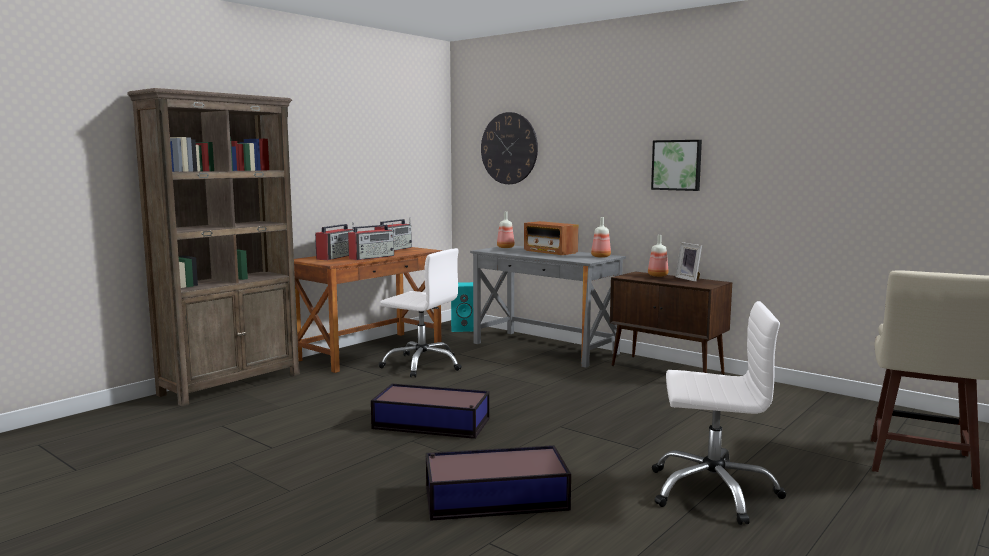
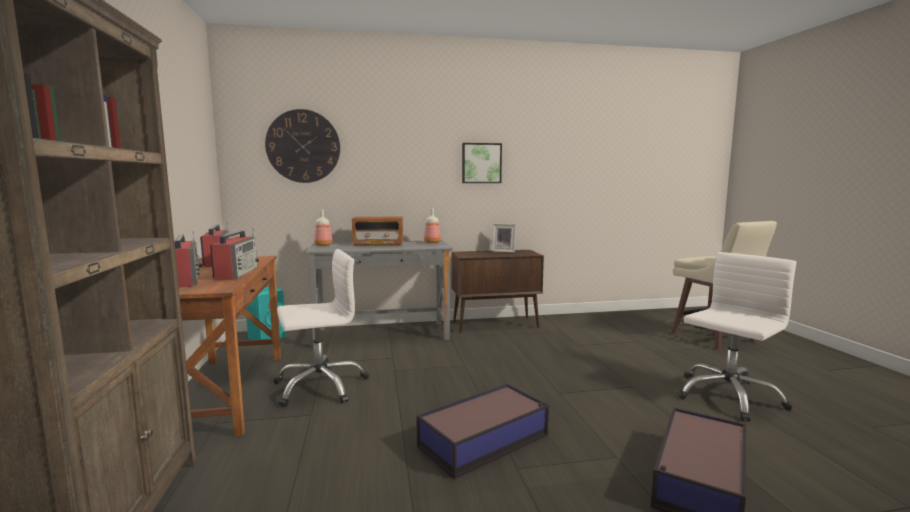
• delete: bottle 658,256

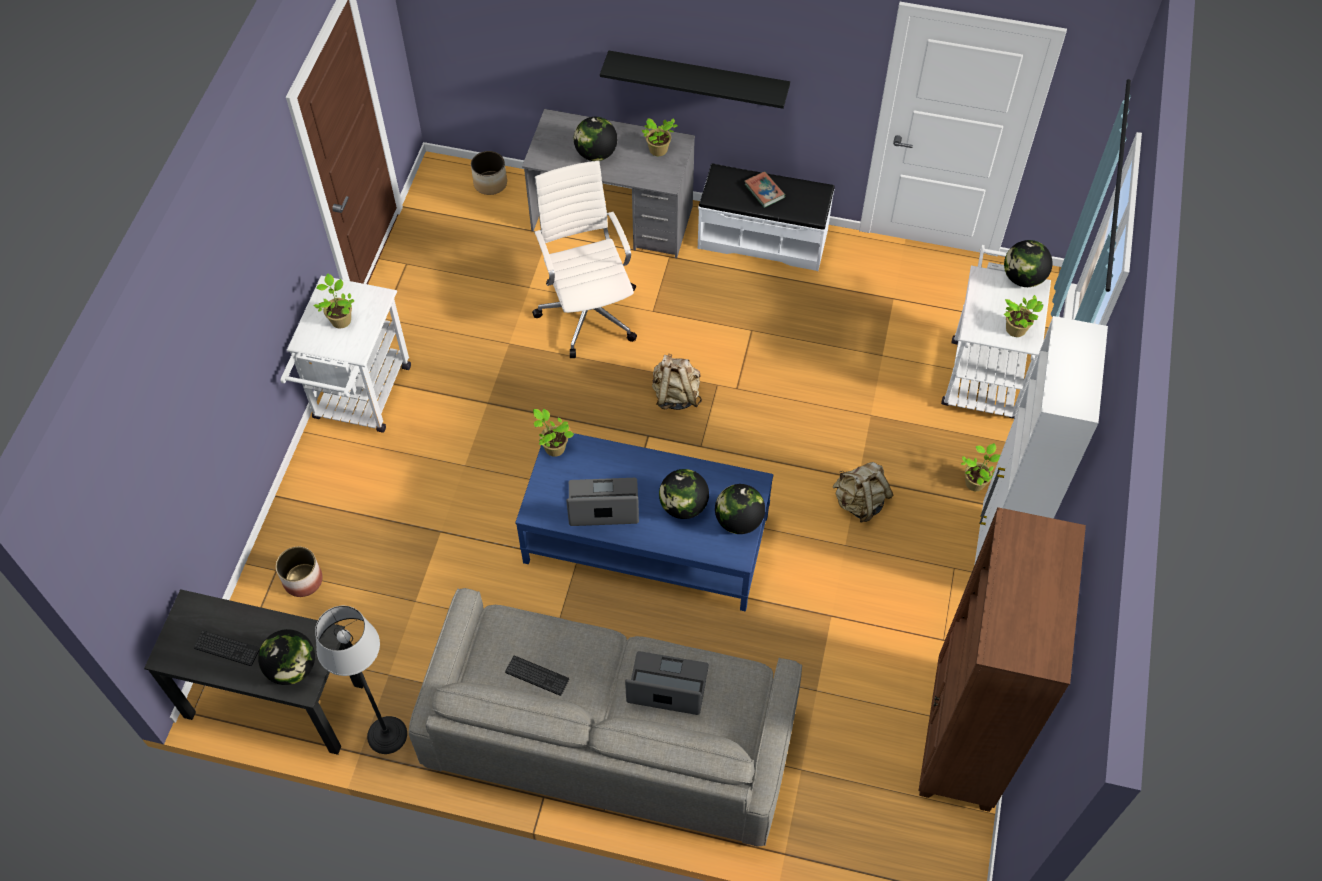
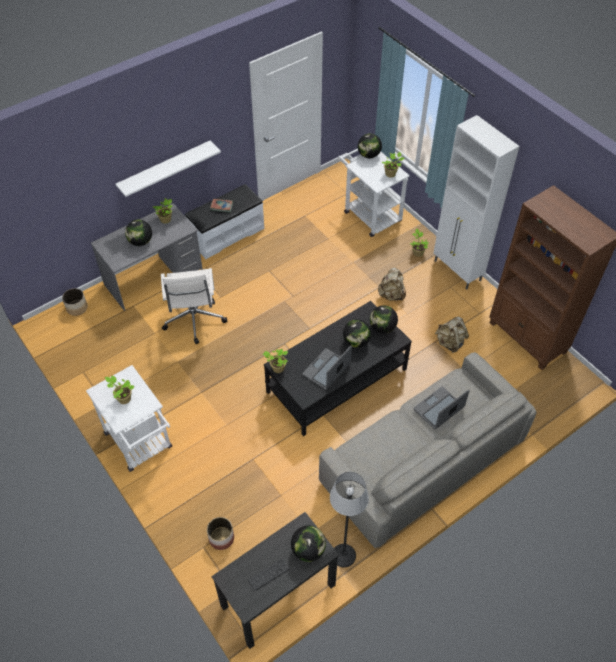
• recolor: shelf in black 695,80 to shelf in white 168,169
• rotate: office chair in white 584,259 = 194,306 120 degrees counterclockwise
• move: backpack in beige 677,382 to 452,335
• recolor: coffee table in blue 644,522 to coffee table in black 338,368
• delete: keyboard 537,675

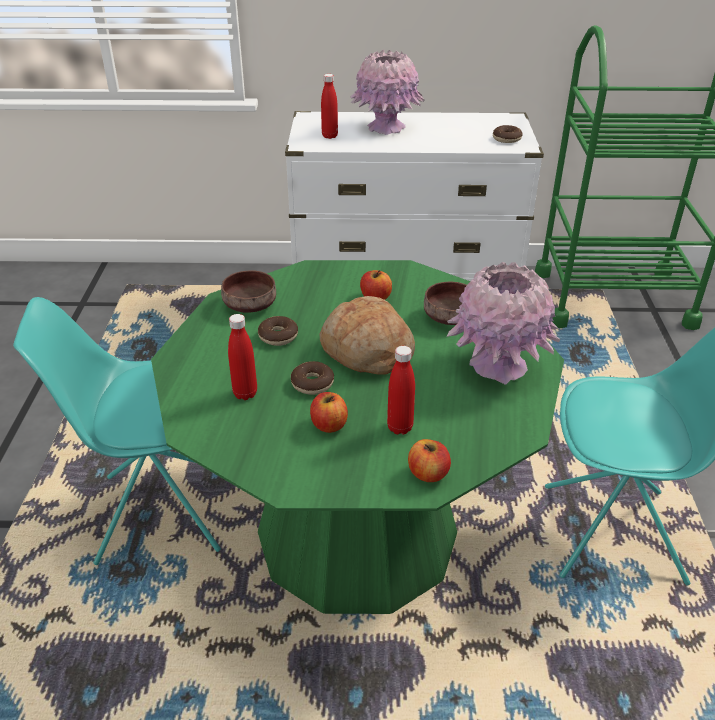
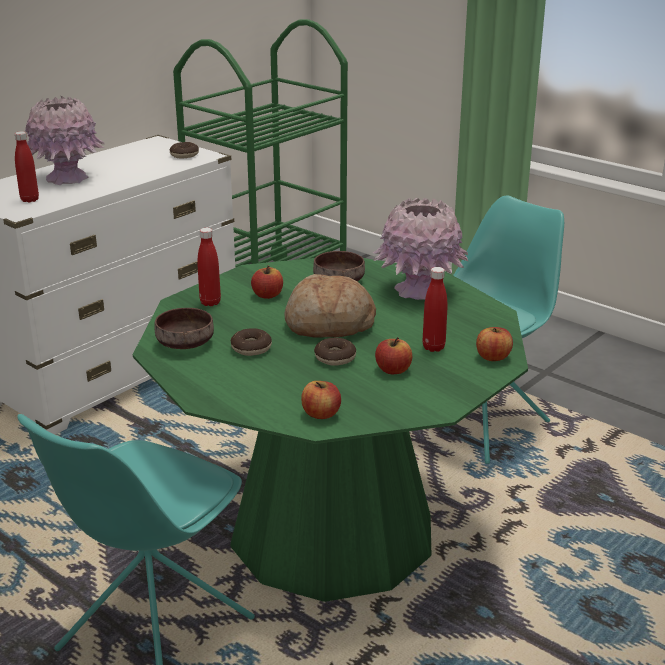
• move: bottle in red 242,357 to 209,267
• insert: apple 321,400

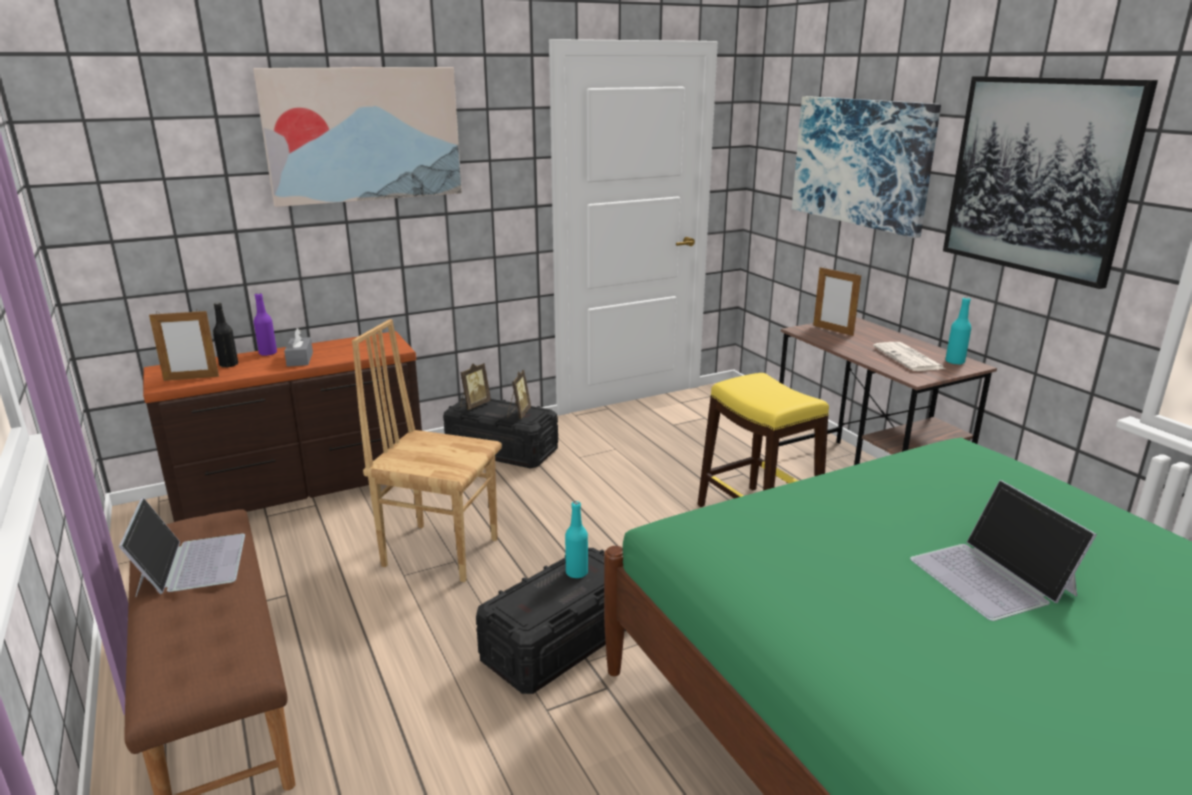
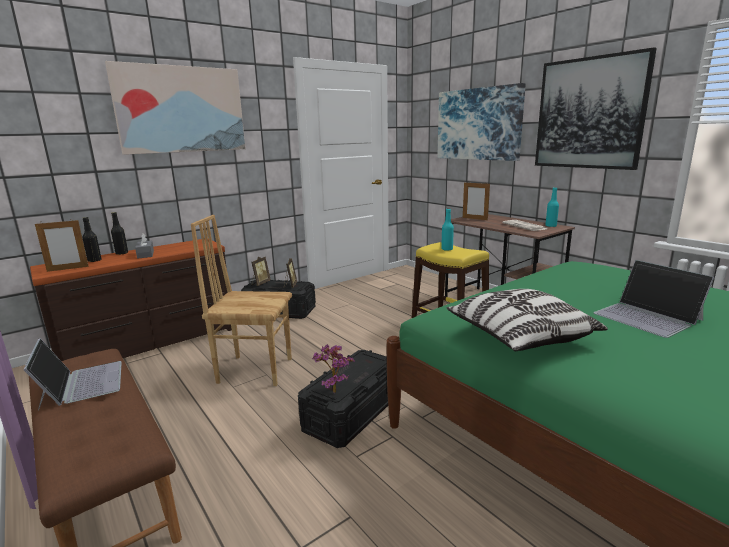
• recolor: bottle in purple 265,324 to bottle in black 119,233
• move: bottle in turquoise 576,539 to 447,229
• insert: pillow 527,320
• insert: potted plant 333,368

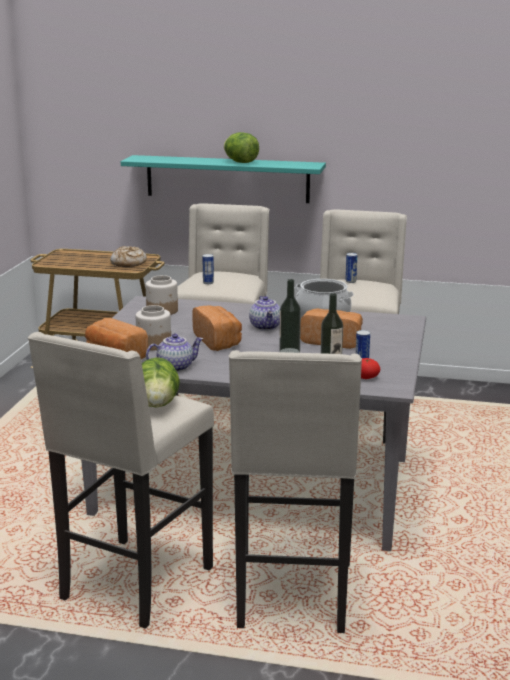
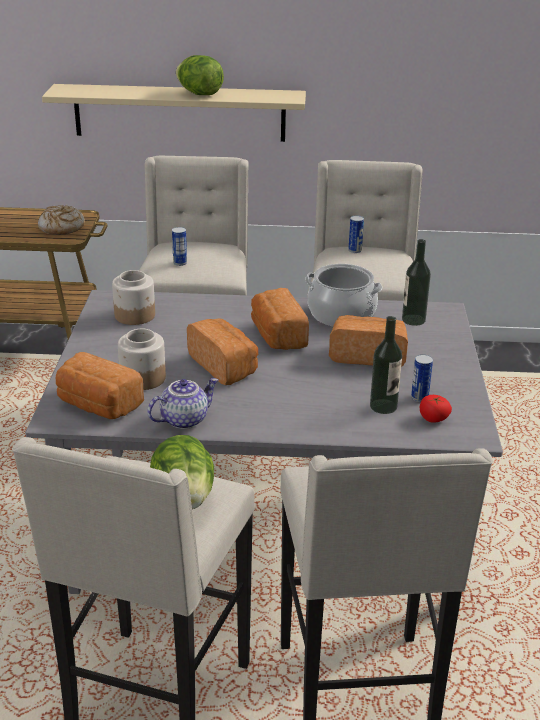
• recolor: shelf in turquoise 223,179 to shelf in beige 174,113
• move: bottle 290,316 to 416,282
• replace: teapot 264,313 to bread 280,319

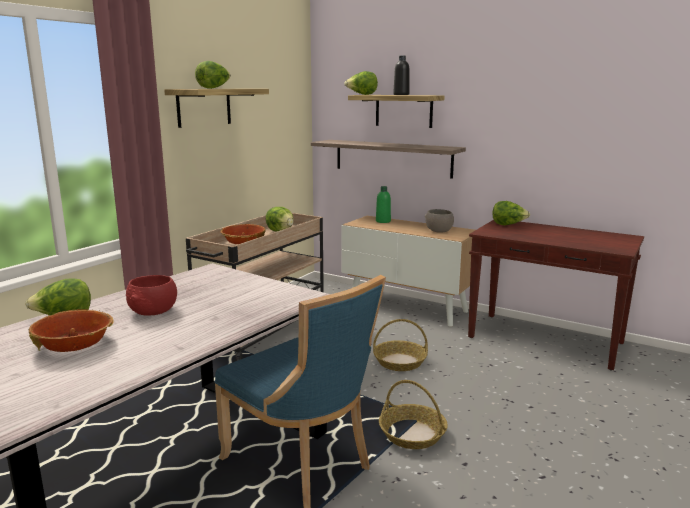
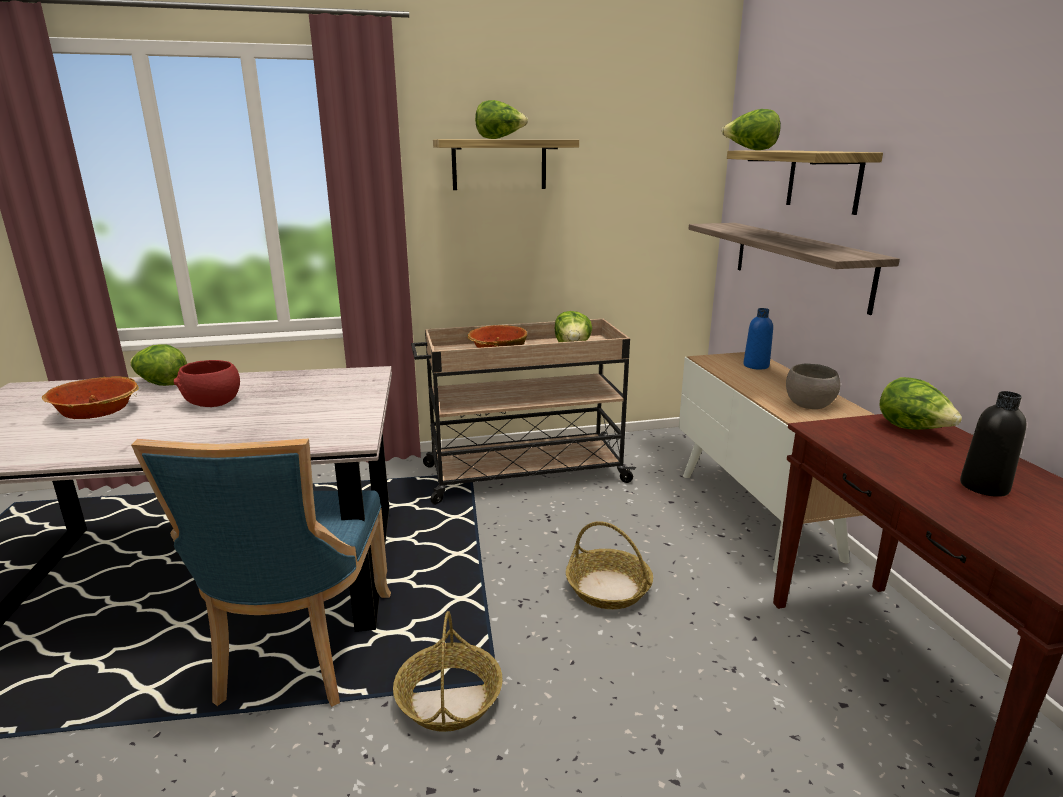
• move: bottle in black 401,75 to 993,444
• recolor: bottle in green 383,204 to bottle in blue 758,339

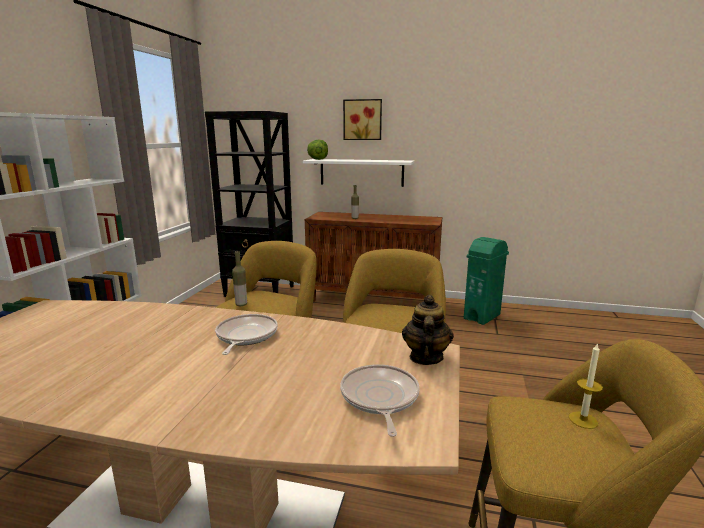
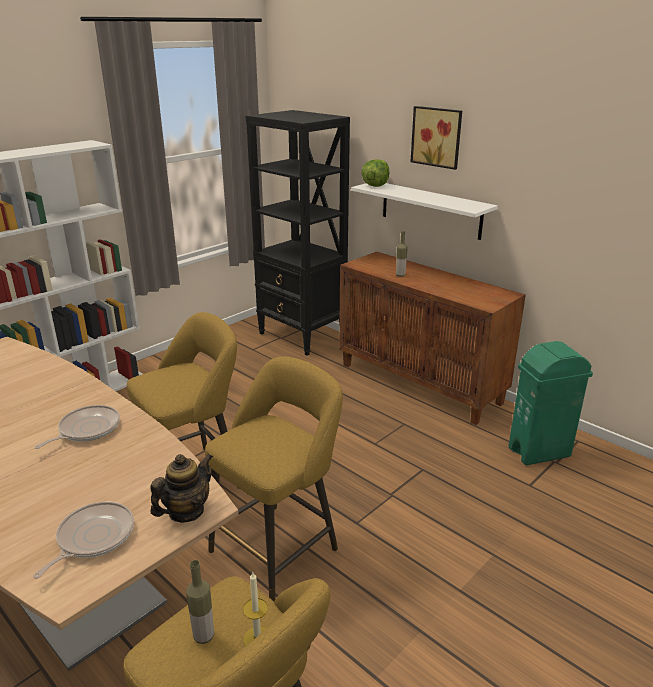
• move: bottle 239,278 to 200,602

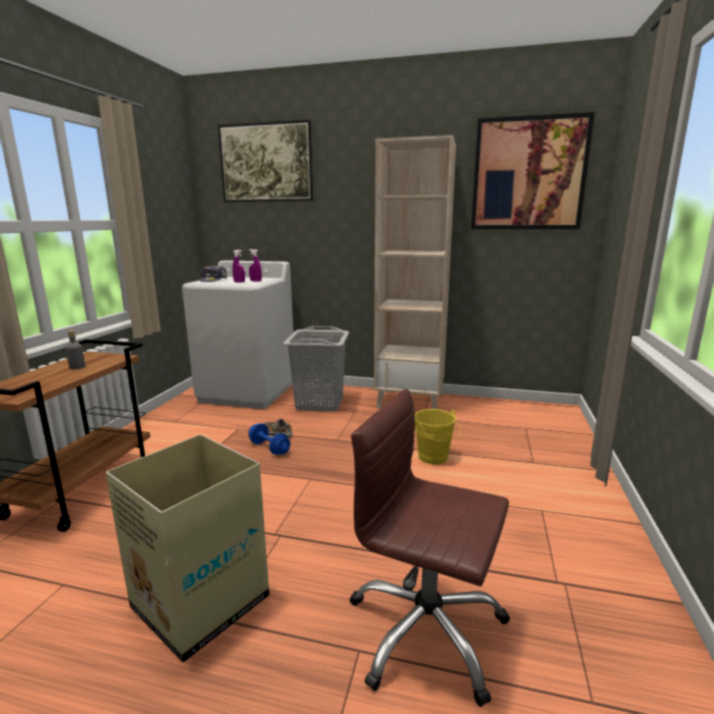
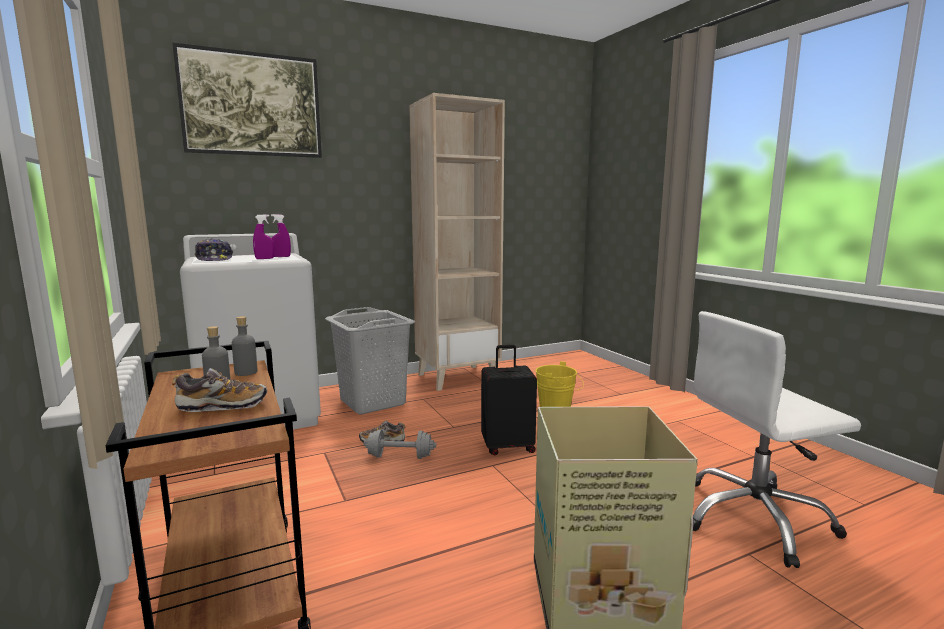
• delete: picture 533,170
• recolor: office chair in brown 430,548 to office chair in white 777,439
• recolor: dumbbell in blue 269,439 to dumbbell in grey 399,444
• insert: bottle in grey 245,346
• insert: suitcase in black 509,400
• insert: shoe 219,390

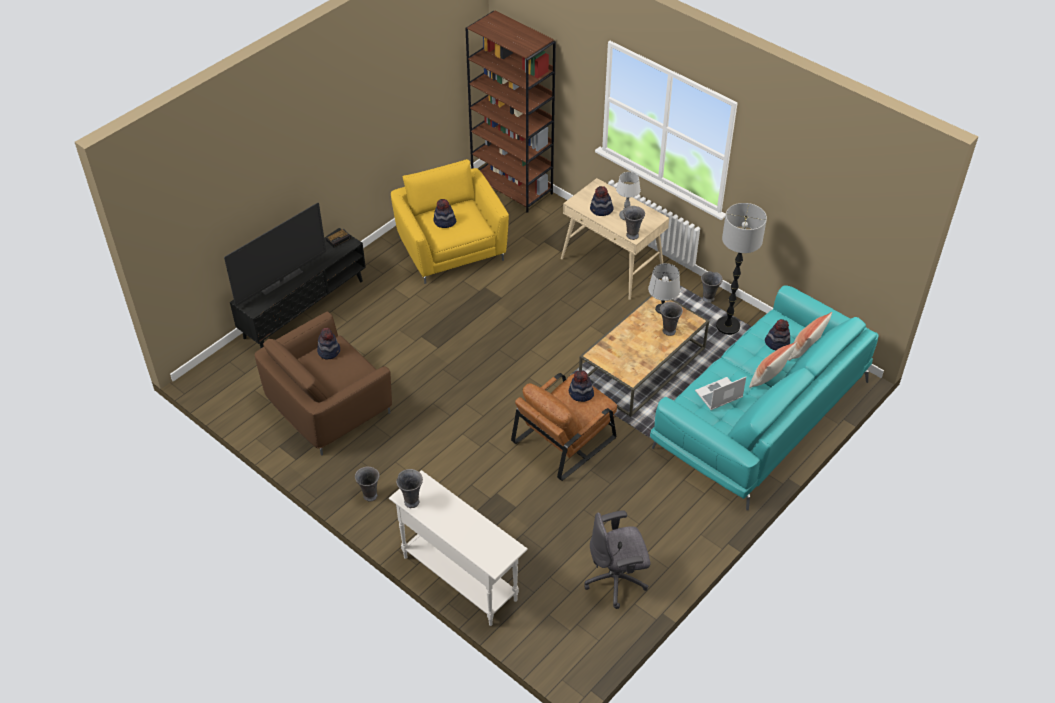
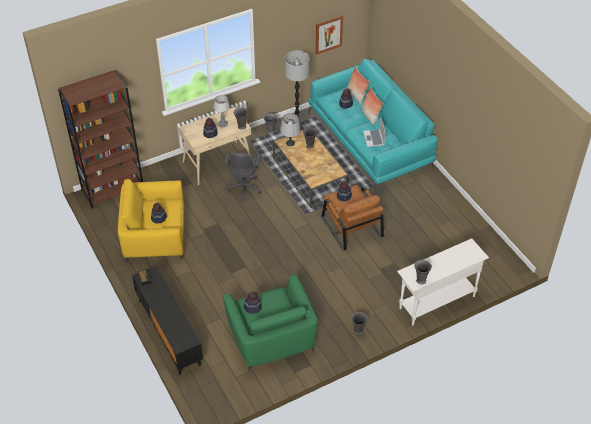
• delete: television 275,254
• recolor: armchair in brown 323,383 to armchair in green 270,322
• move: office chair in grey 617,559 to 242,177
• insert: picture 329,35

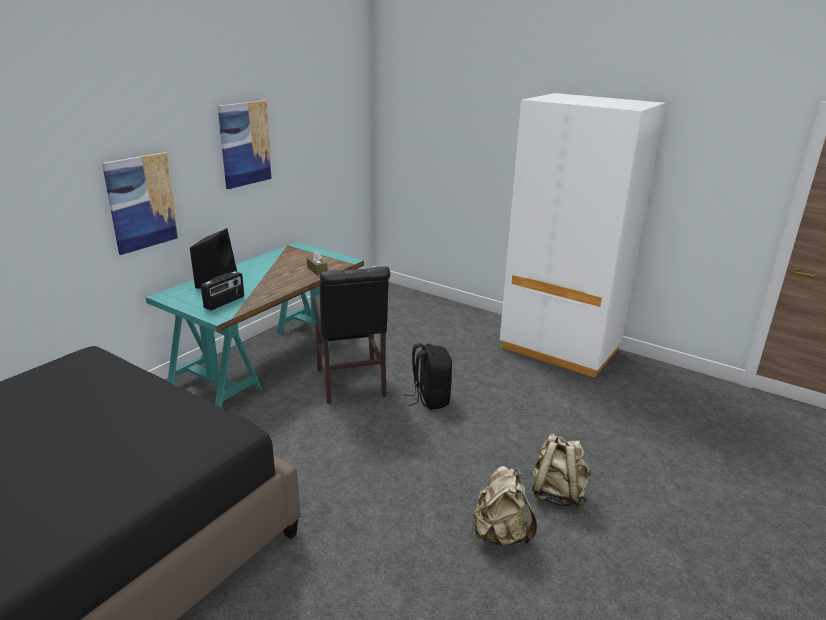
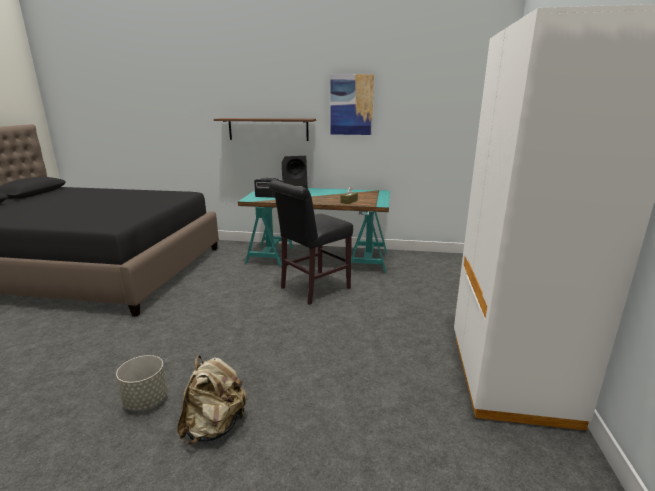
• replace: picture 140,203 to shelf 265,129
• delete: backpack in black 428,376
• replace: backpack in beige 504,506 to planter in grey 142,383

